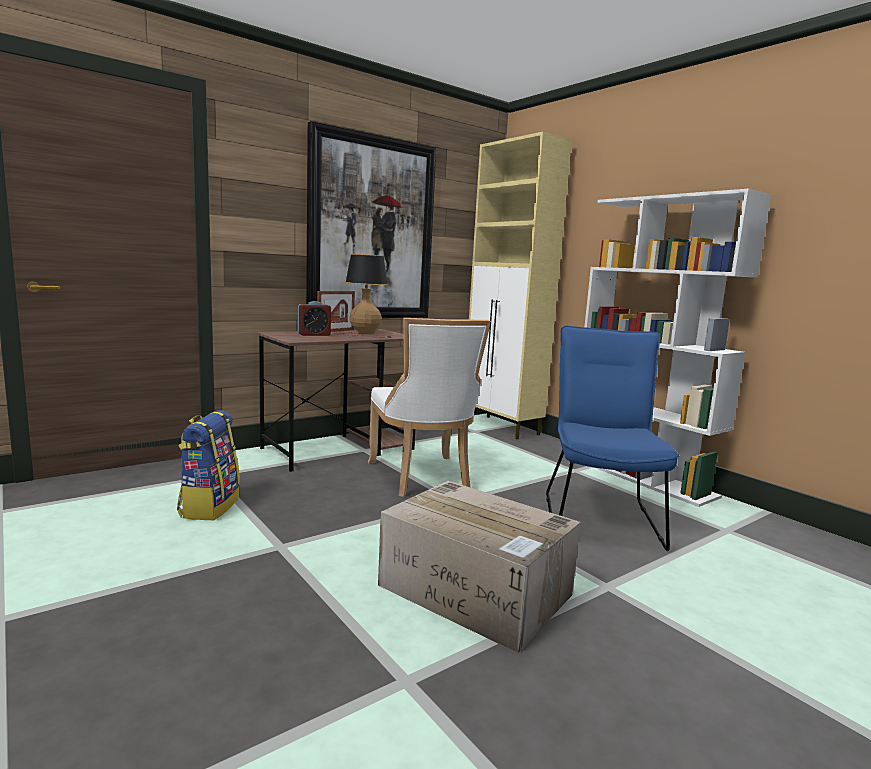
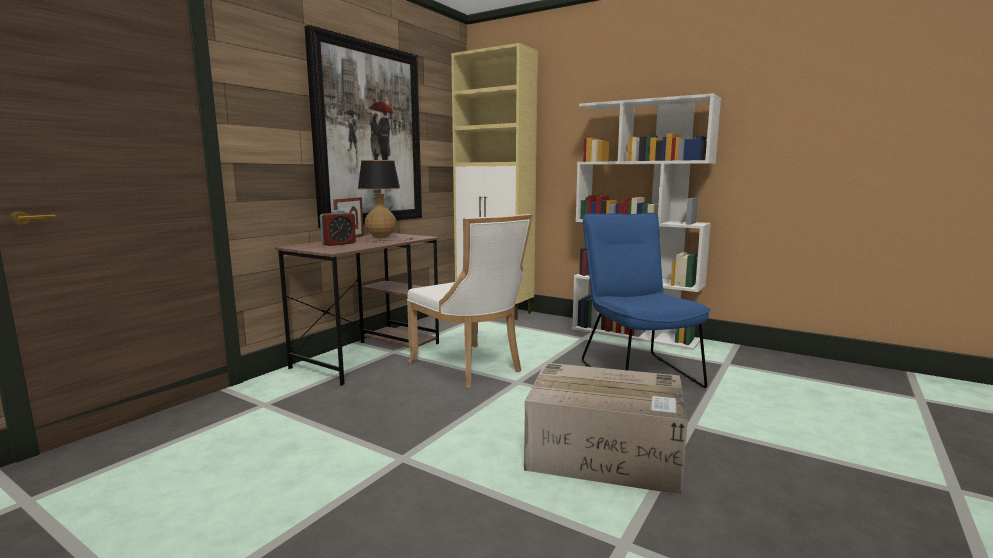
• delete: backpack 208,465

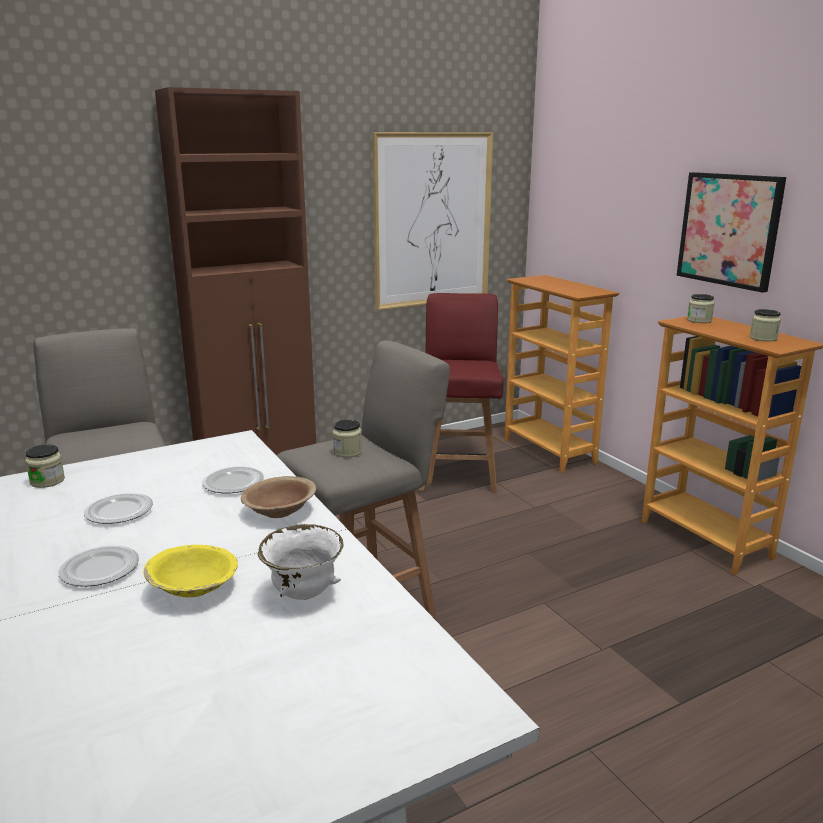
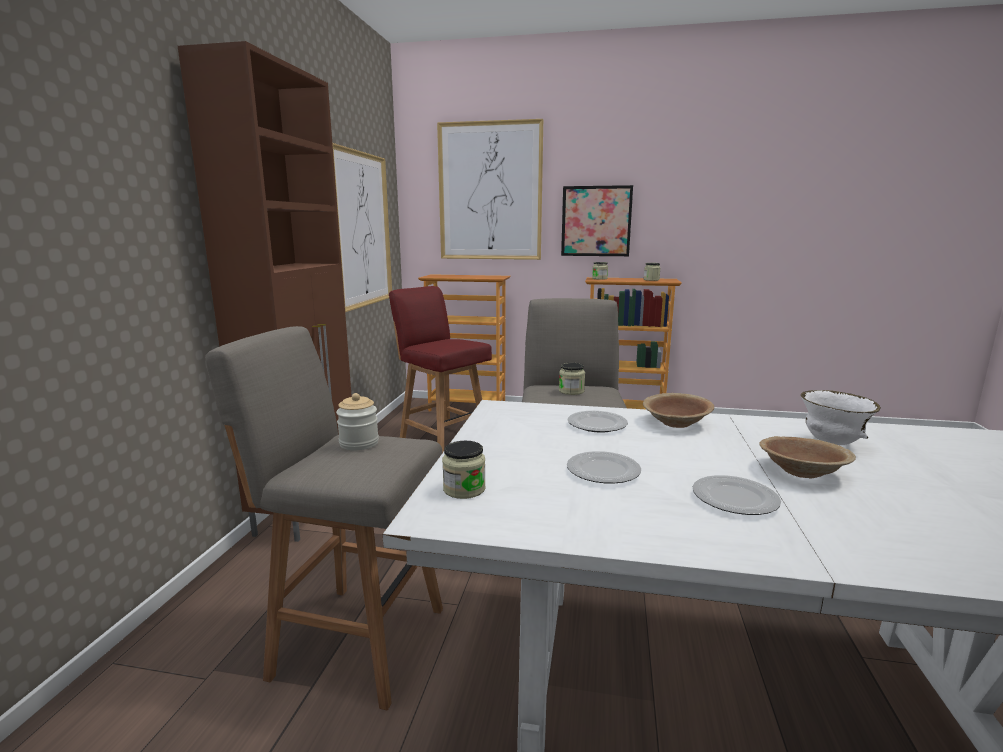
• recolor: bowl in yellow 190,571 to bowl in brown 807,457
• insert: picture 490,189
• insert: jar 357,421

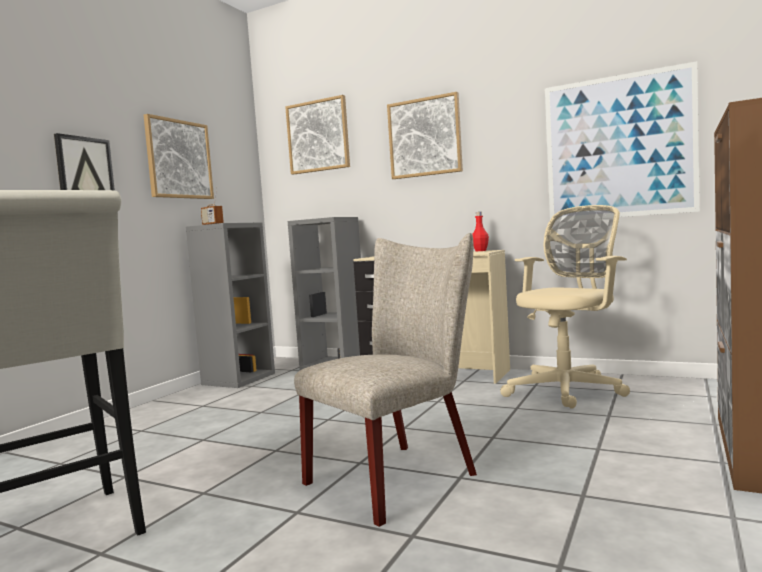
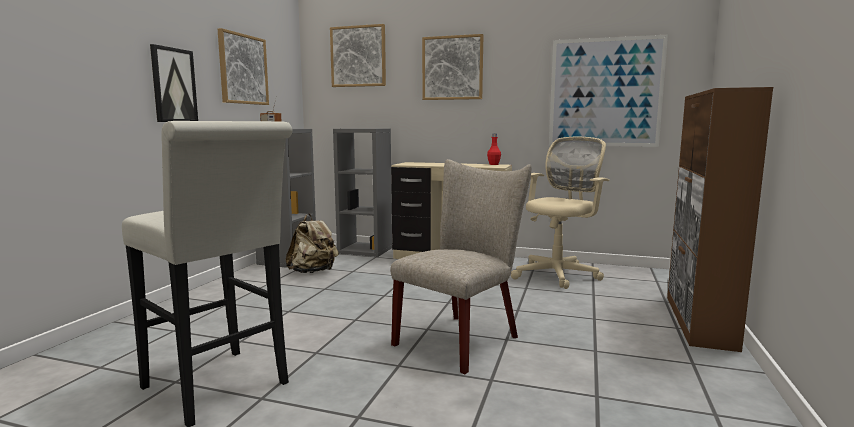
• insert: backpack in beige 312,243

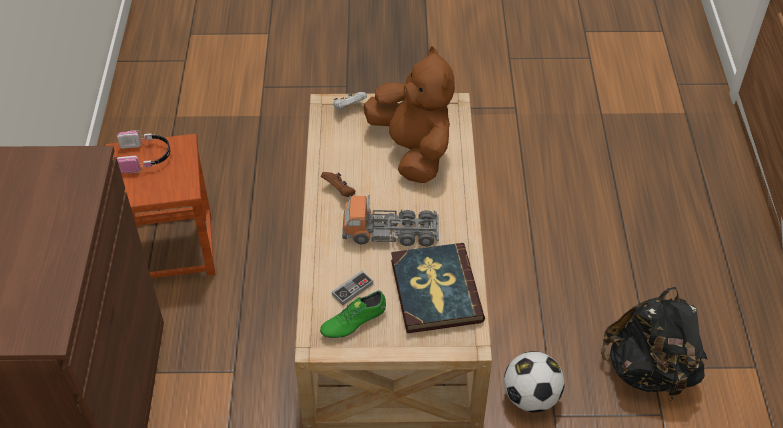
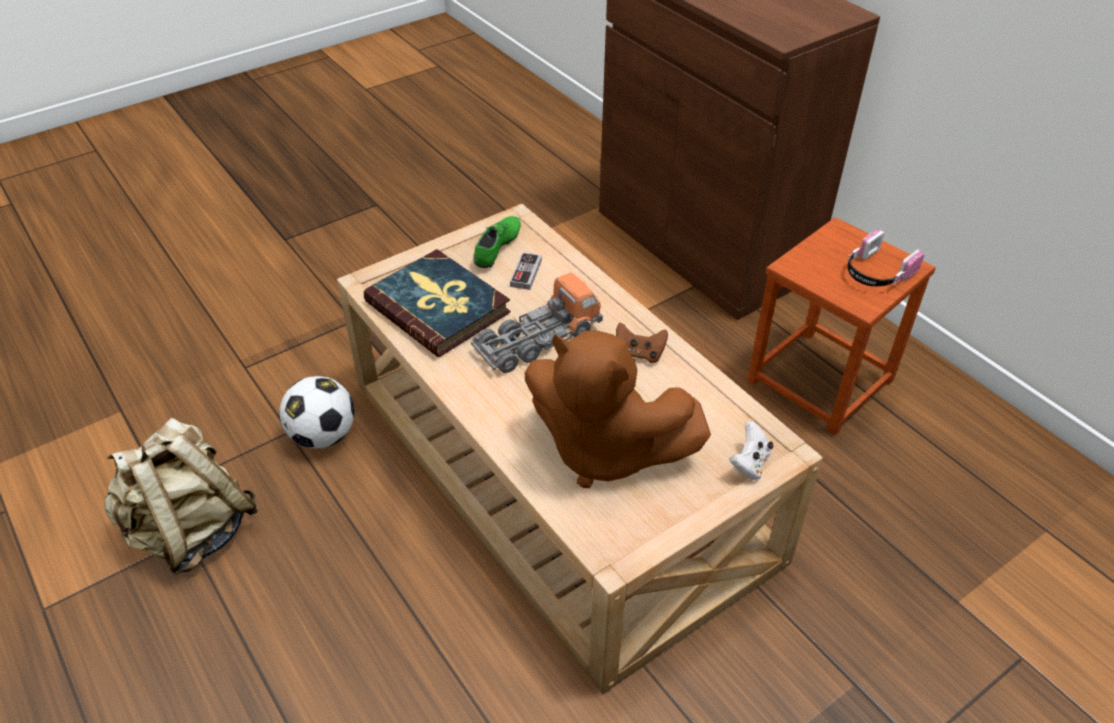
• recolor: backpack in black 654,344 to backpack in beige 181,496

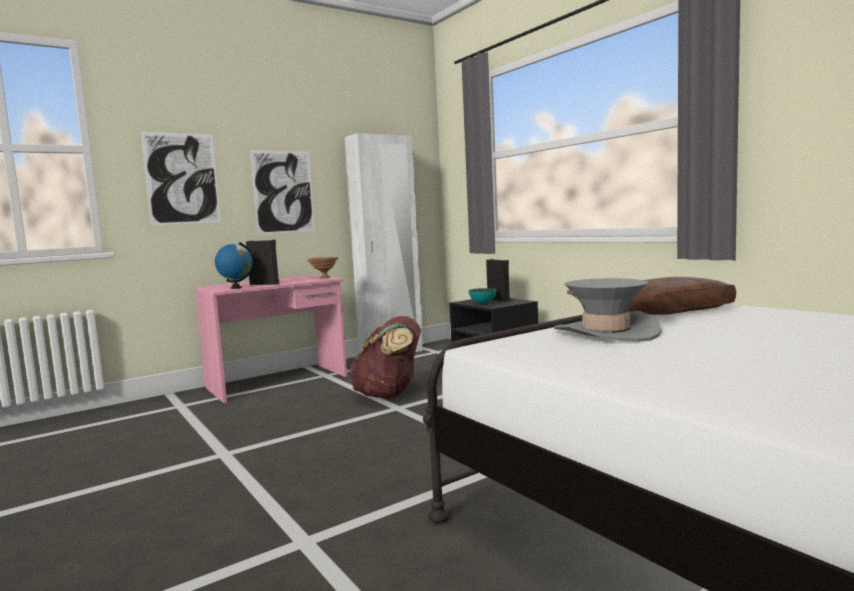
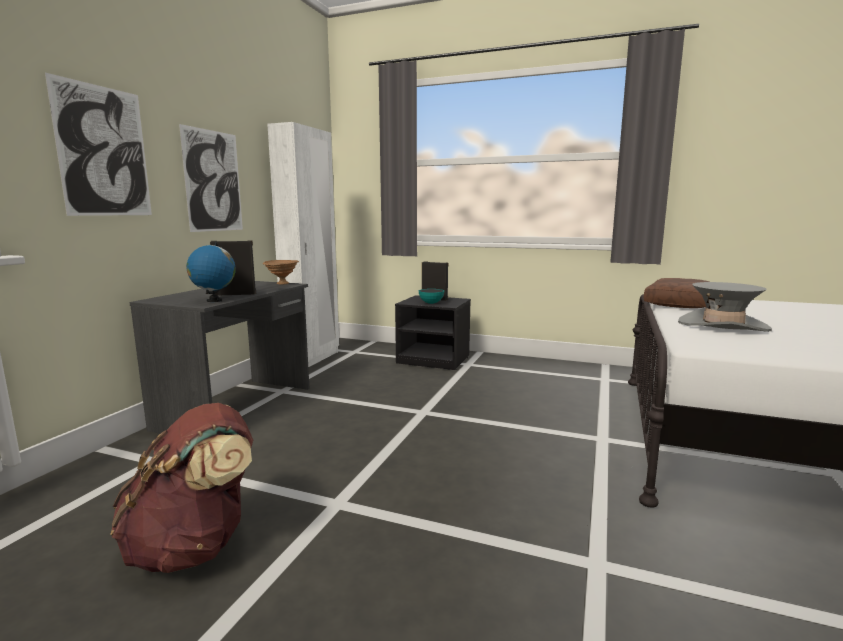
• recolor: desk in pink 271,339 to desk in grey 219,357
• move: backpack in brown 385,357 to 182,488

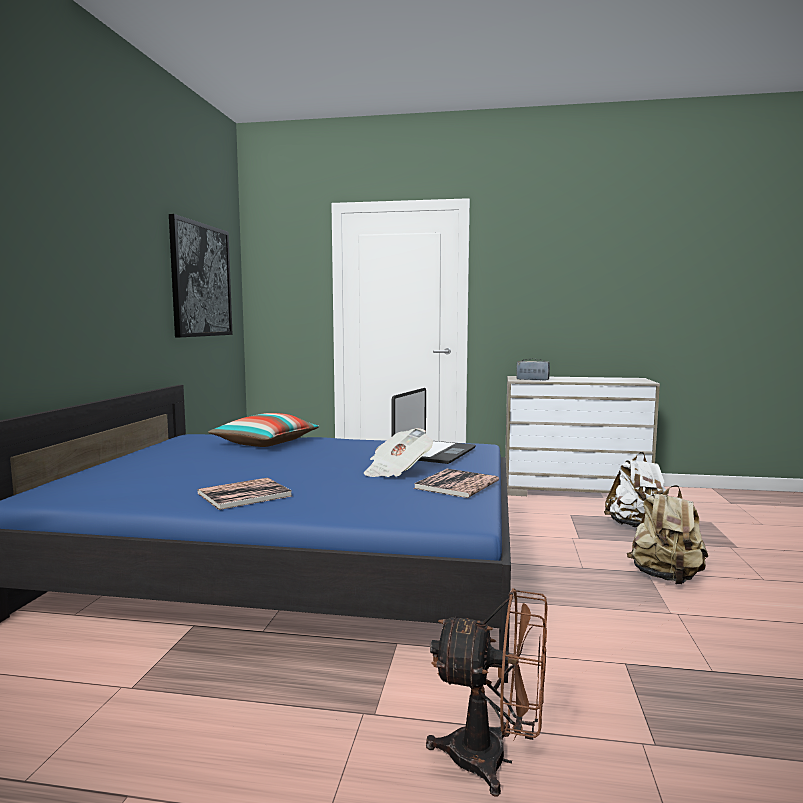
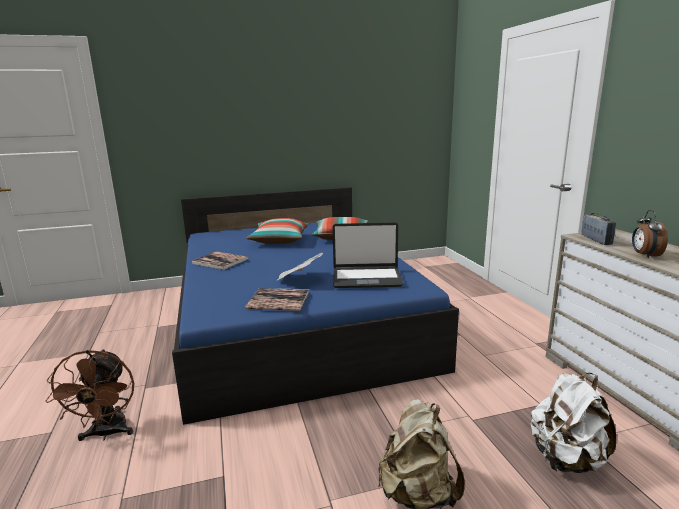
• delete: picture 201,276
• insert: alarm clock 650,234
• insert: pillow 277,231

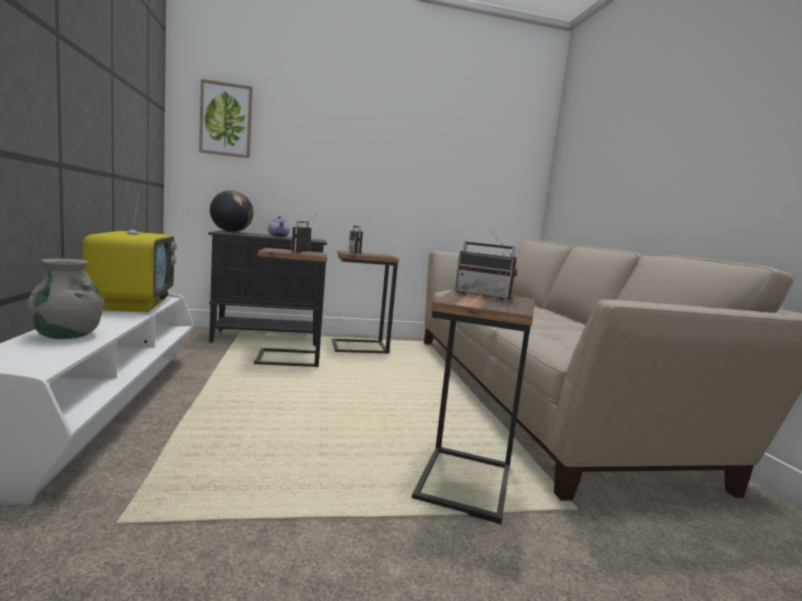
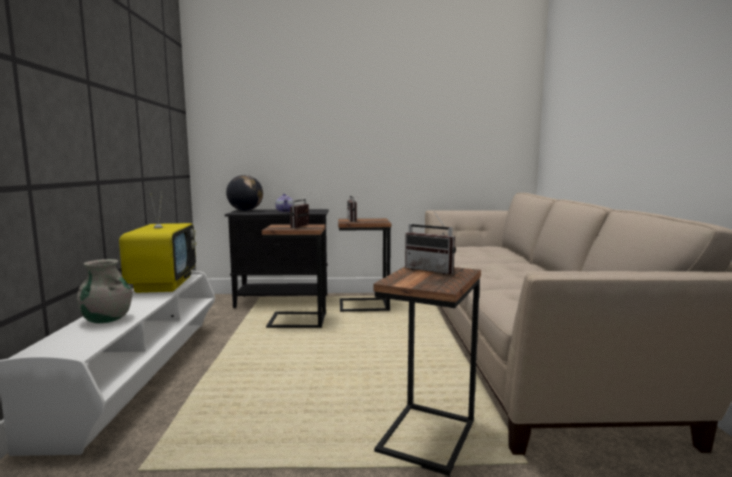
• delete: picture 226,118

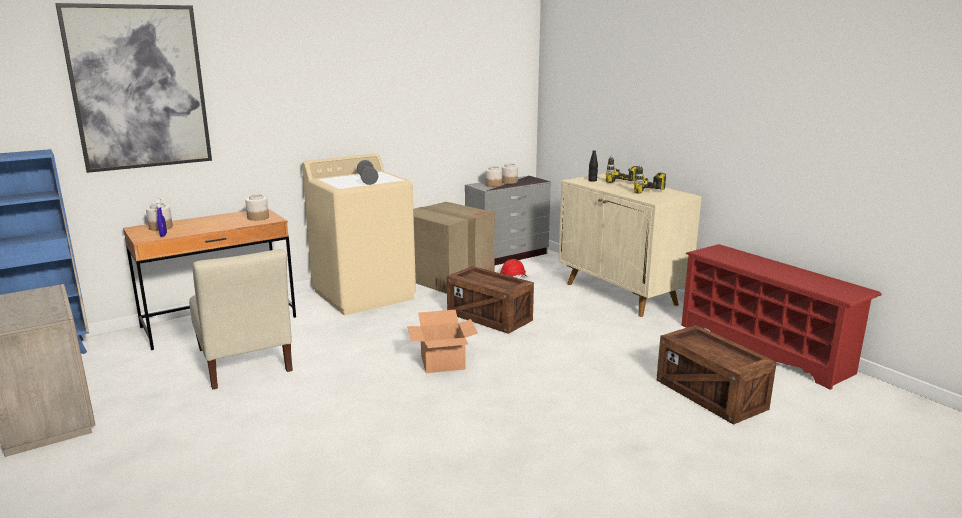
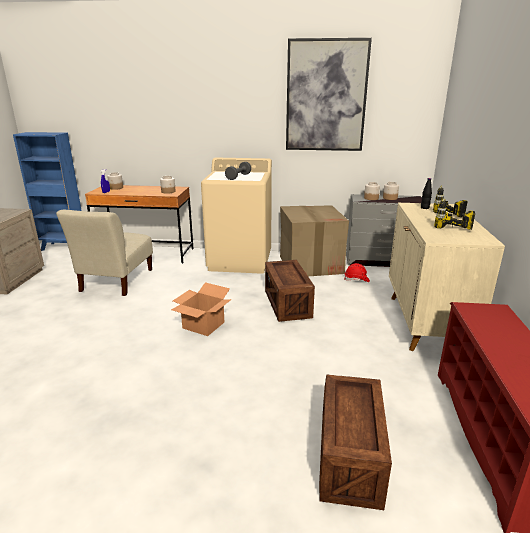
• move: picture 133,88 to 329,94

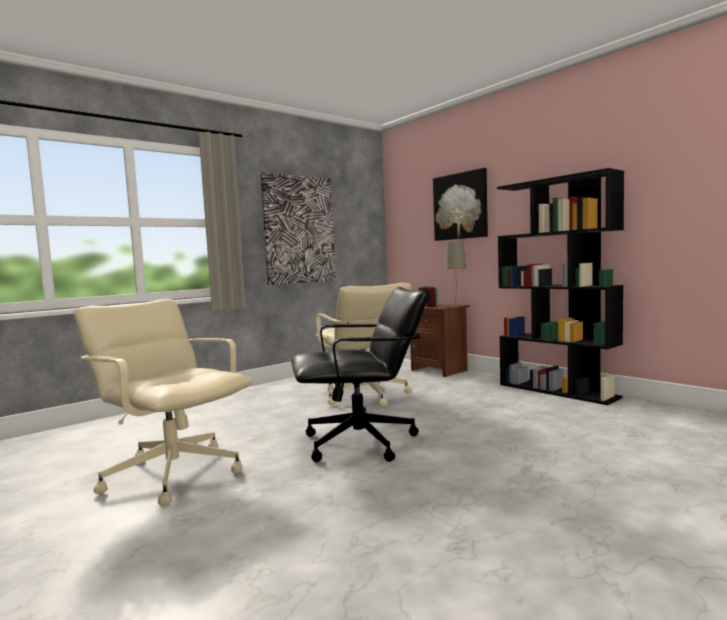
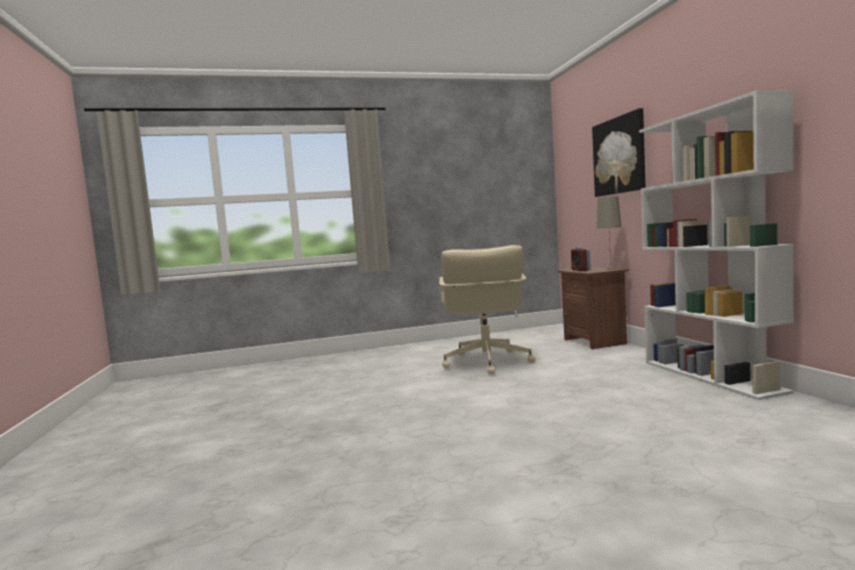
• recolor: bookcase in black 560,286 to bookcase in white 716,245
• delete: picture 298,229
• delete: office chair in black 359,374
• delete: office chair in beige 163,402

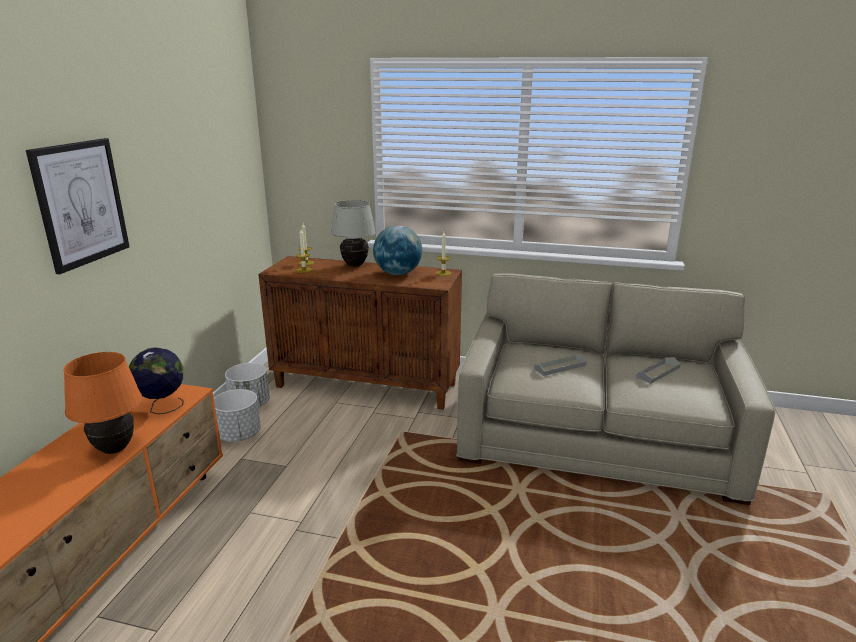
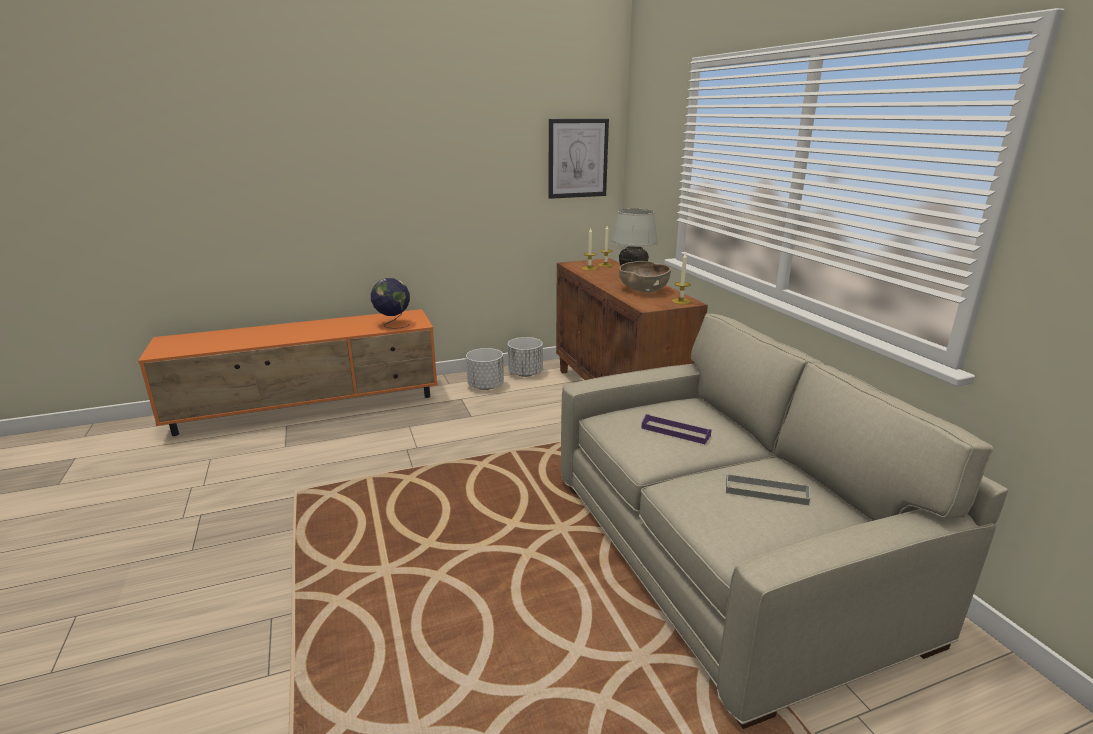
• move: picture 77,206 to 579,159
• replace: globe 397,250 to bowl in brown 645,277
• delete: table lamp in orange 102,403
• recolor: tray in grey 560,365 to tray in purple 676,429

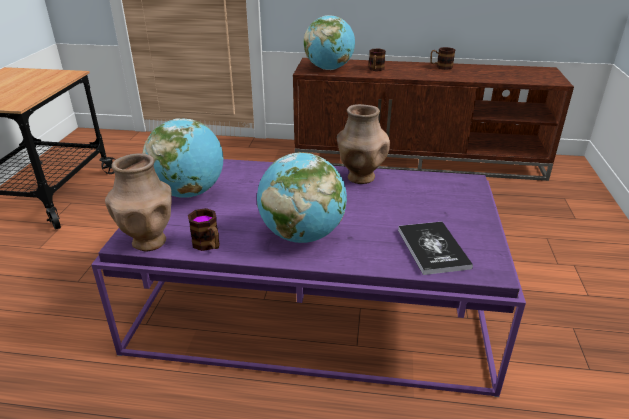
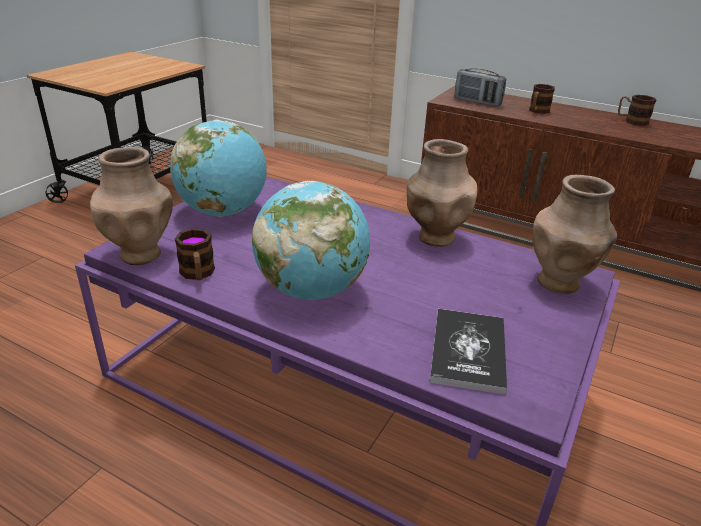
• replace: globe 329,42 to radio 480,87
• insert: vase in brown 575,234

